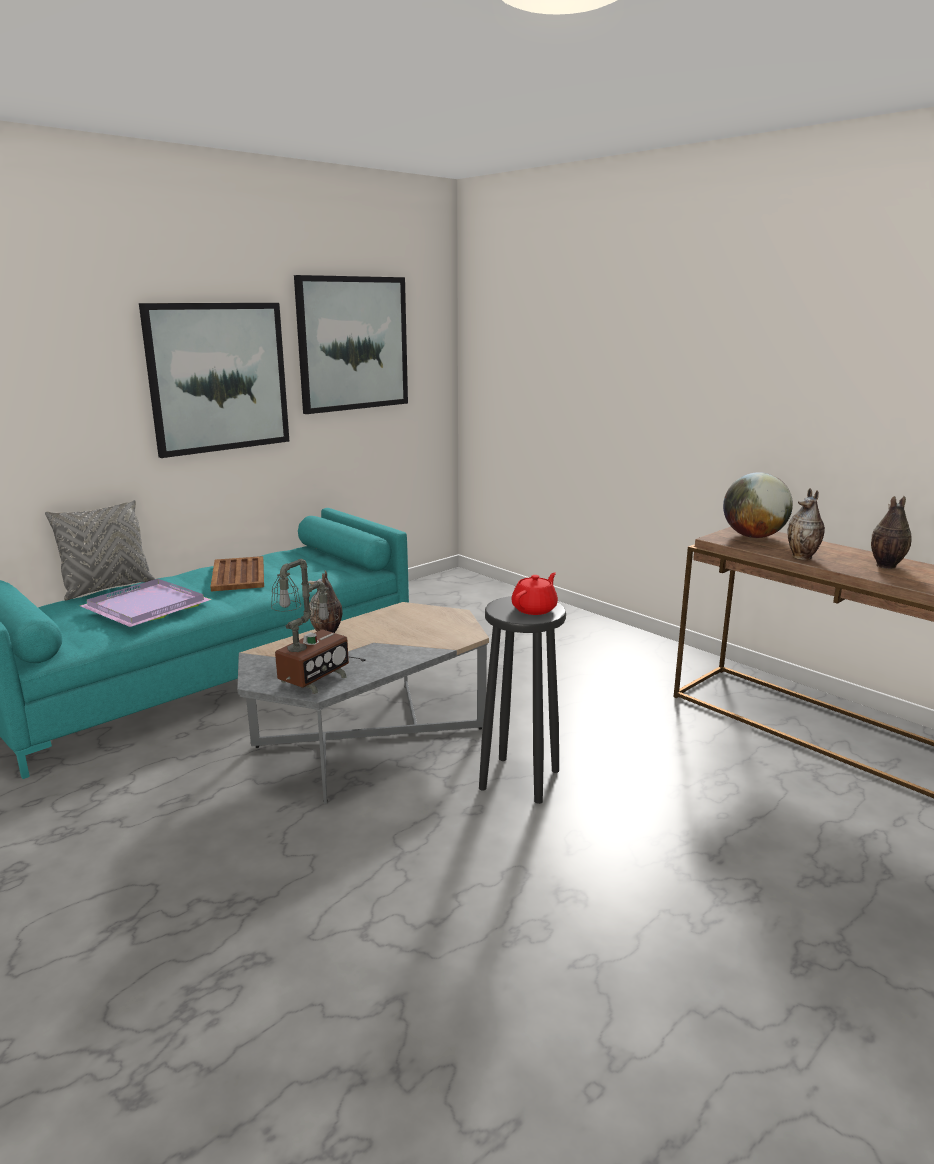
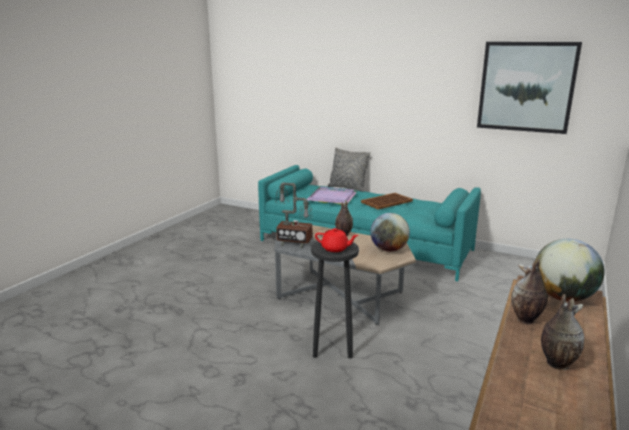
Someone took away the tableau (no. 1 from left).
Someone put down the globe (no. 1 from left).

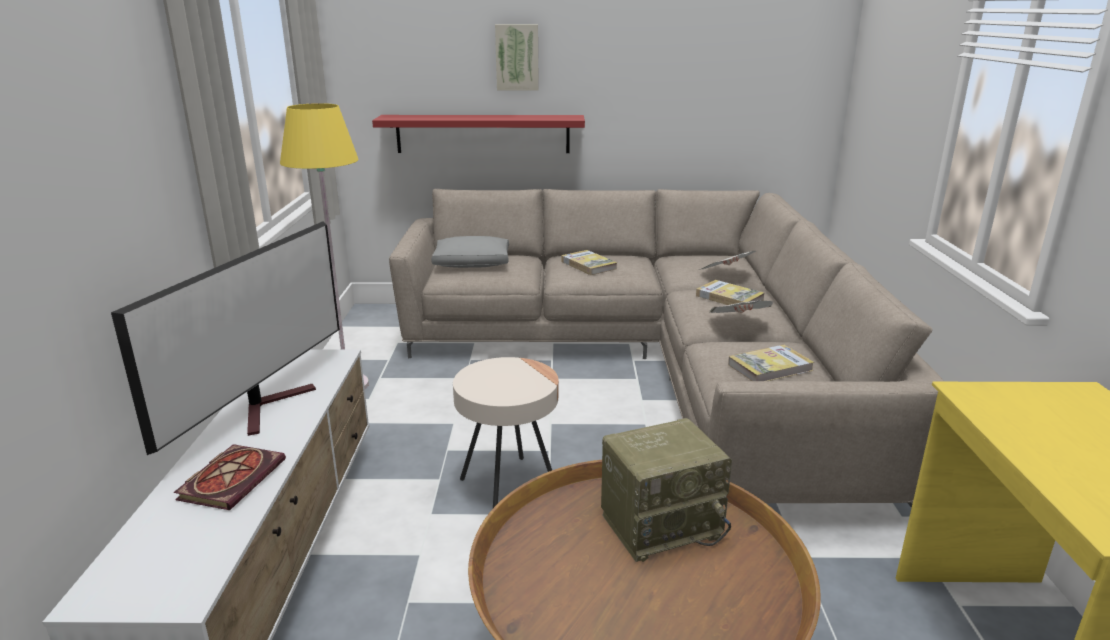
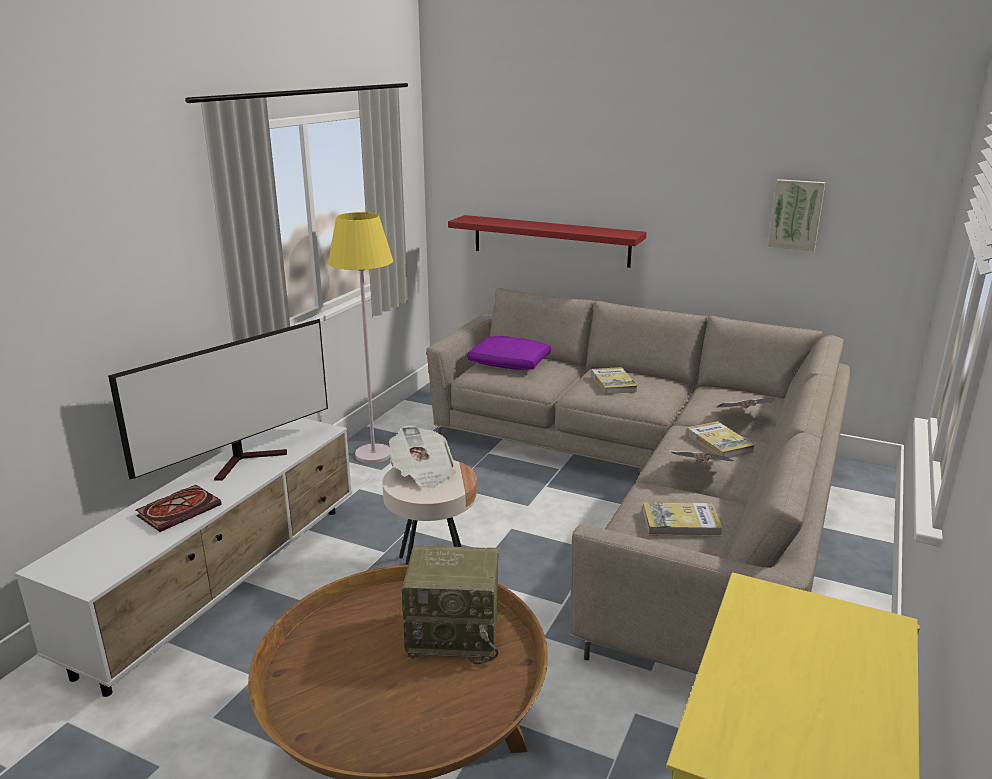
Someone put down the journal (no. 1 from left).
Someone carried the tableau.
Someone repainted the coussin (gris), which became the coussin (violet).

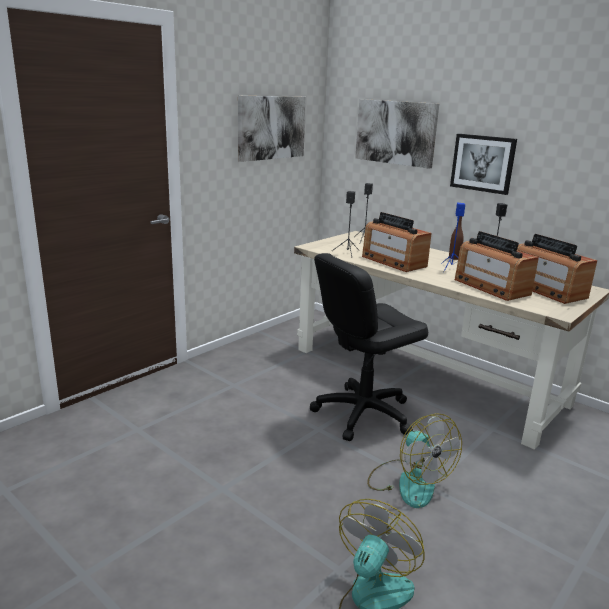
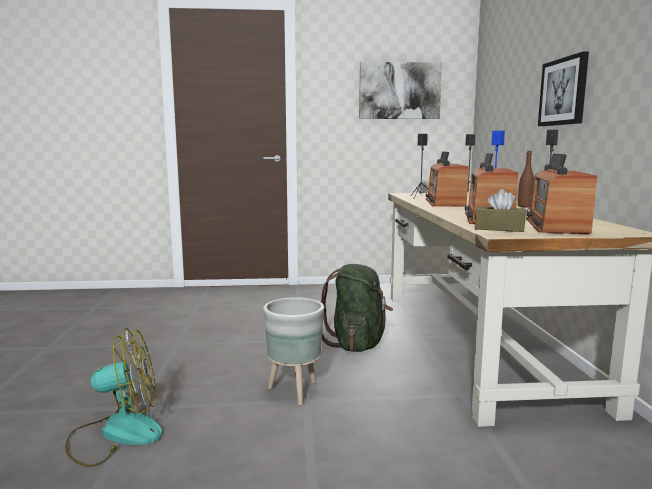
Someone took away the tableau (no. 2 from left).
Someone put down the boîte à mouchoirs (marron).
Someone swapped the chaise de bureau (noir) for the sac à dos (vert).
Someone swapped the ventilateur (no. 2 from left) for the cache-pot (gris).

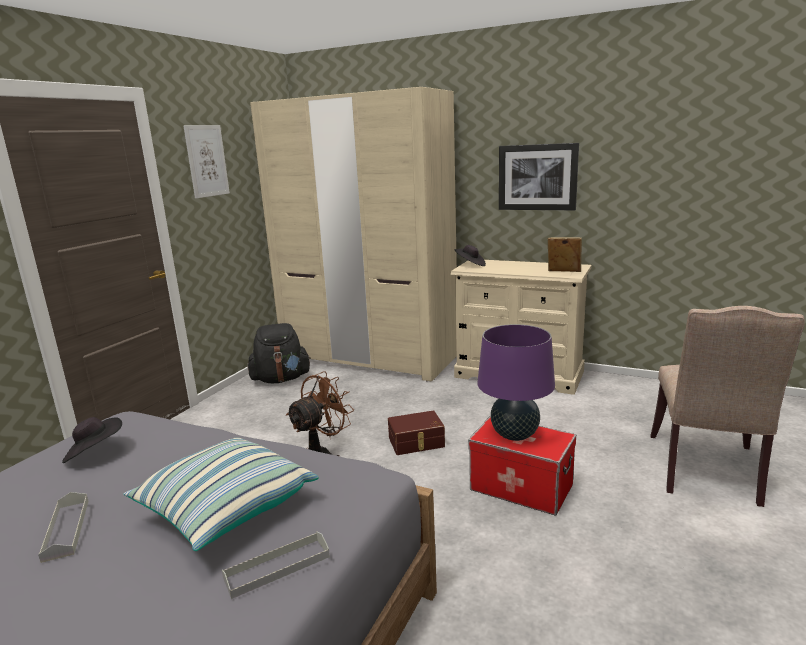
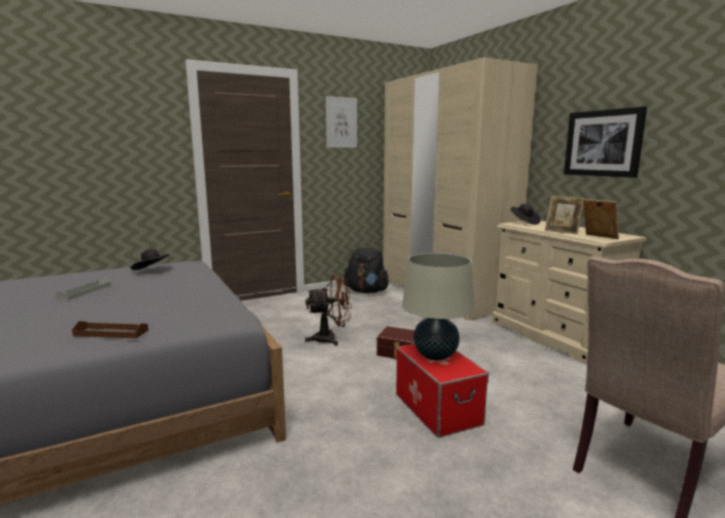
Someone took away the coussin.
Someone put down the cadre photo (no. 1 from left).
Someone repainted the plateau (gris) (no. 2 from left), which became the plateau (marron).
Someone repainted the lampe de table (violet), which became the lampe de table (beige).

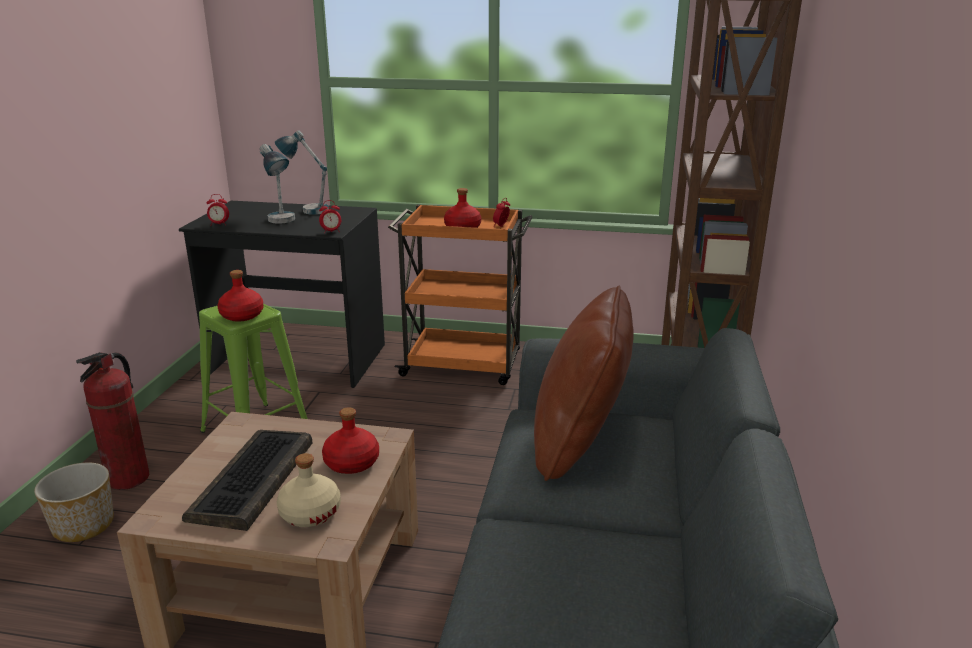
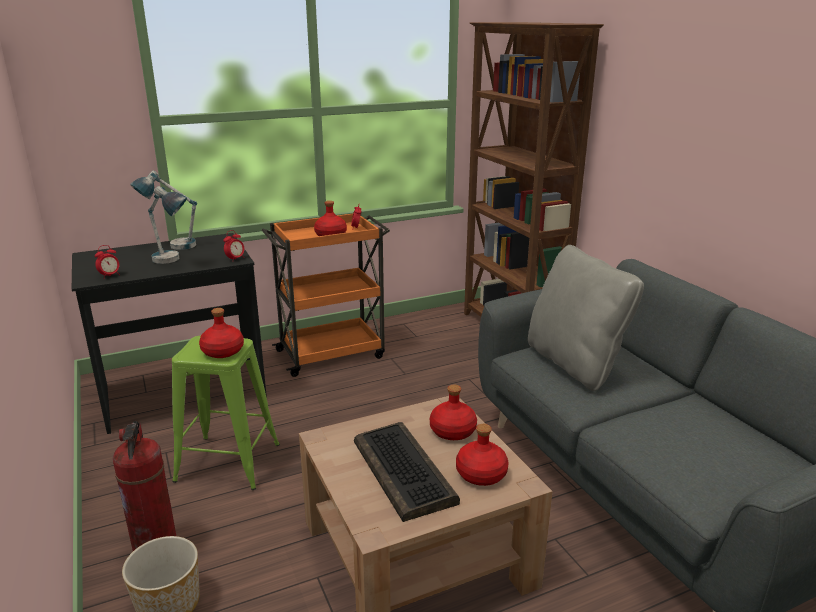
Someone repainted the bouteille (beige), which became the bouteille (rouge) (no. 4 from left).
Someone repainted the coussin (marron), which became the coussin (gris).

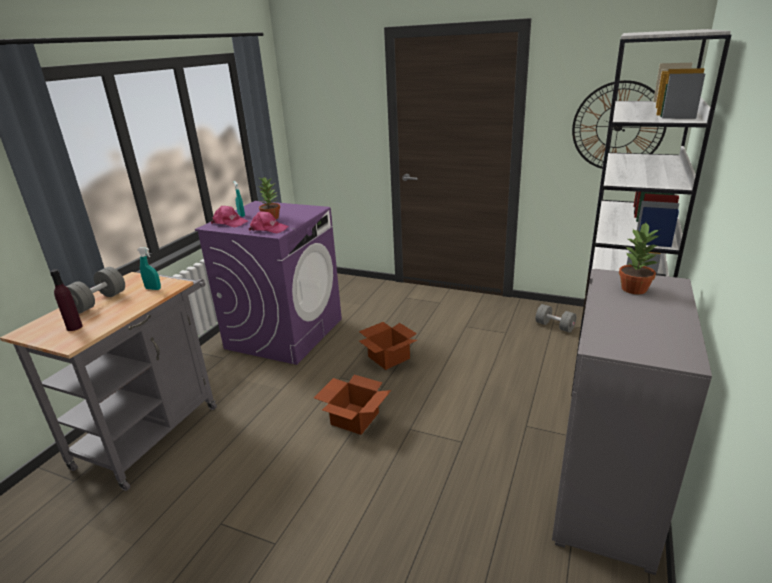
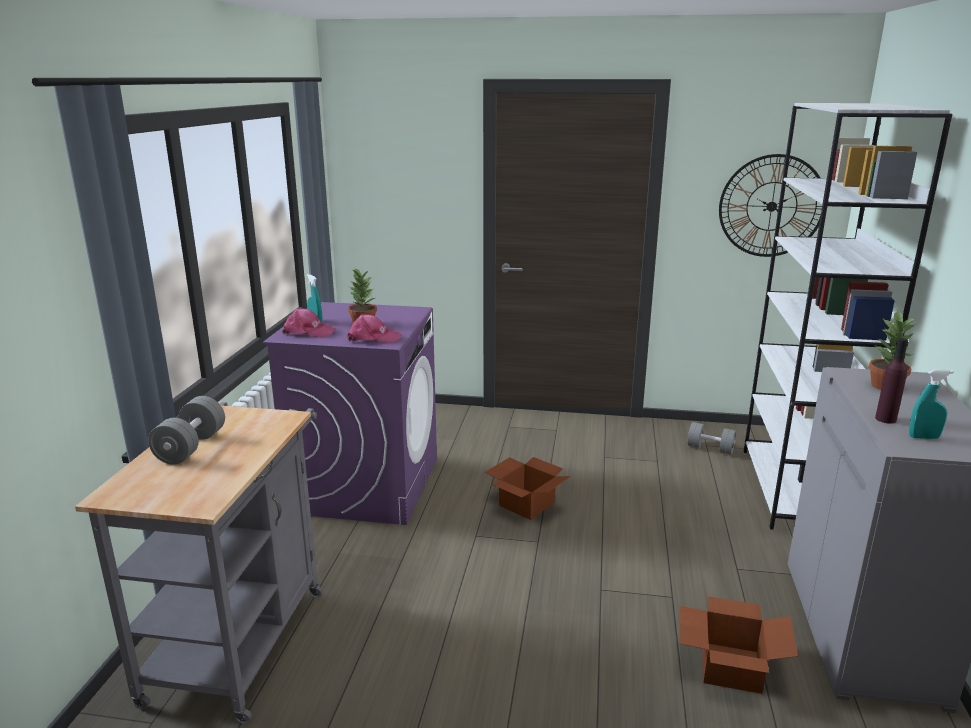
Someone carried the bouteille (violet).
Someone carried the vaporisateur (turquoise) (no. 1 from left in the first image).
Someone carried the carton (no. 1 from left in the first image).

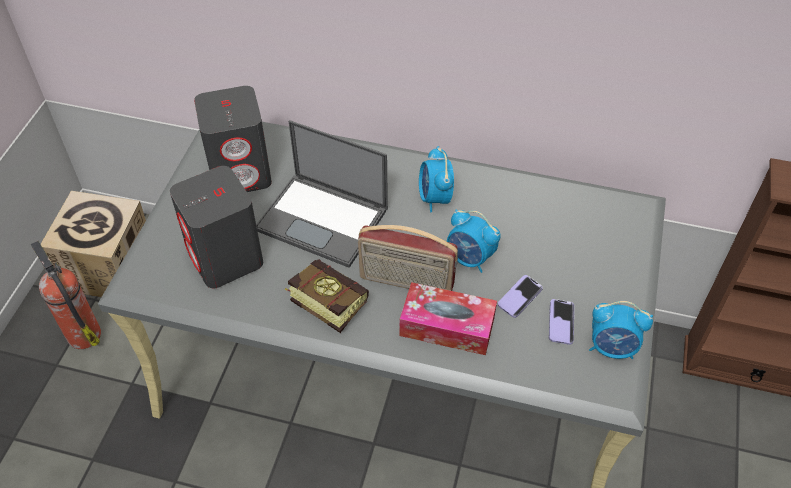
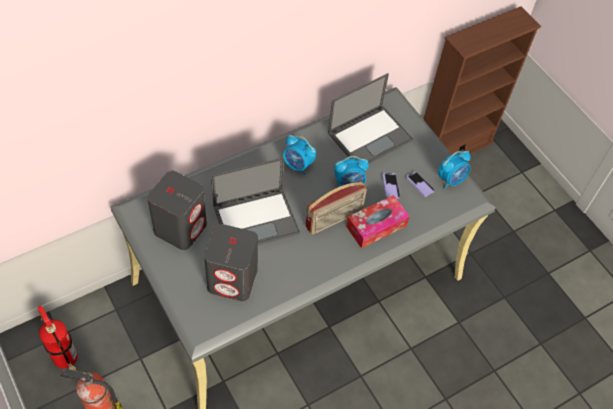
Someone took away the livre.
Someone put down the ordinateur portable (no. 2 from left).
Someone swapped the carton for the extincteur (no. 1 from left).

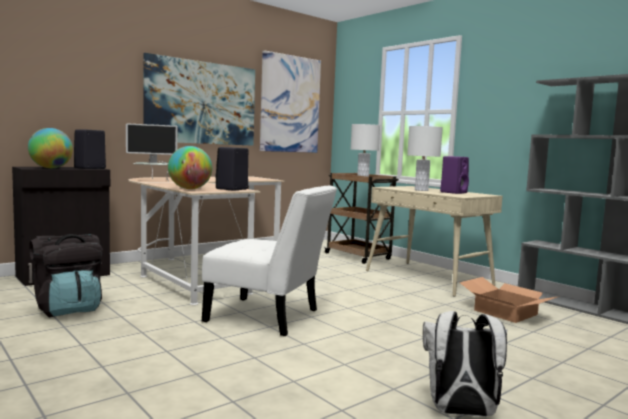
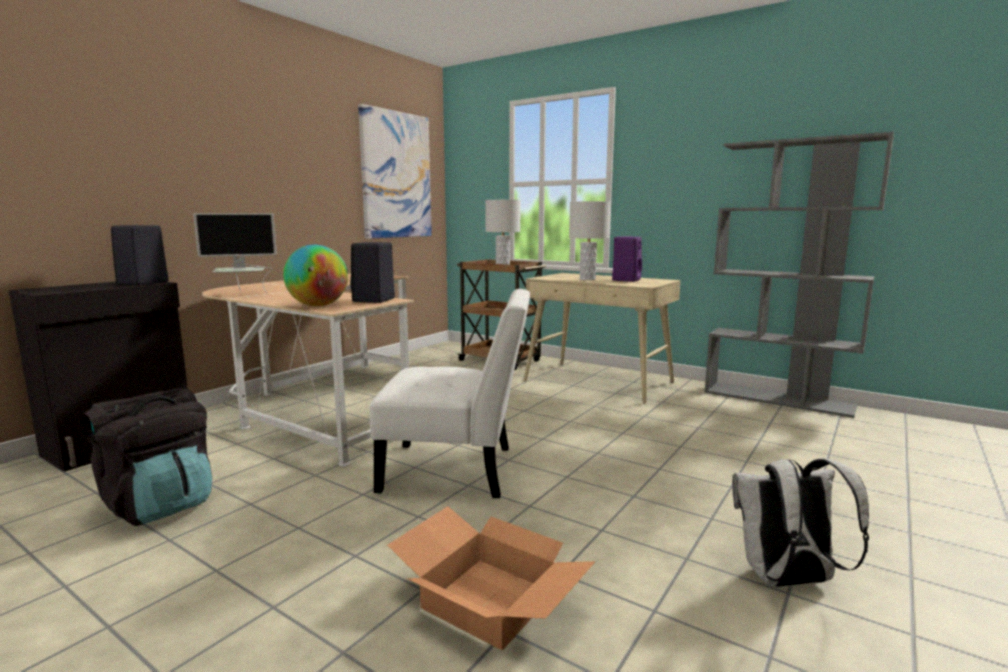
Someone took away the globe (no. 1 from left).
Someone took away the tableau (no. 1 from left).
Someone carried the carton.

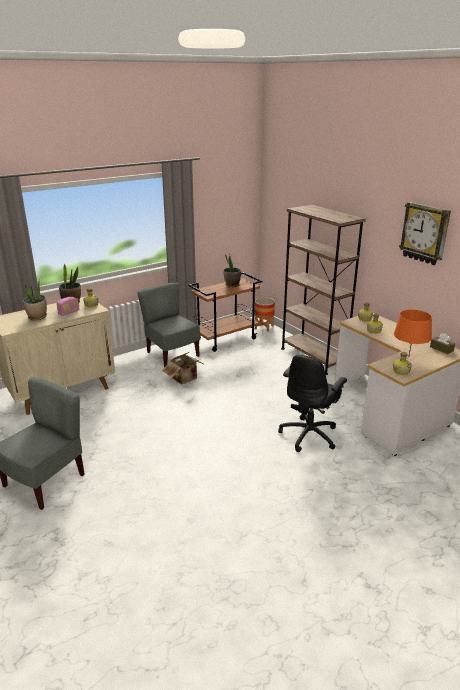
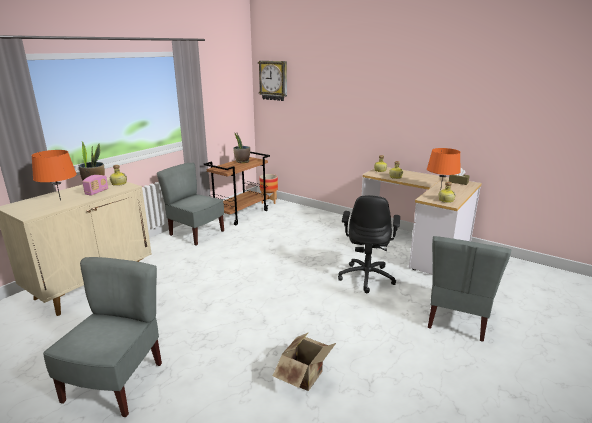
Someone took away the bibliothèque (marron).
Someone put down the chaise (gris) (no. 3 from left).
Someone carried the carton.
Someone carried the horloge murale.
Someone swapped the plante en pot (no. 1 from left) for the lampe de table (orange) (no. 1 from left).

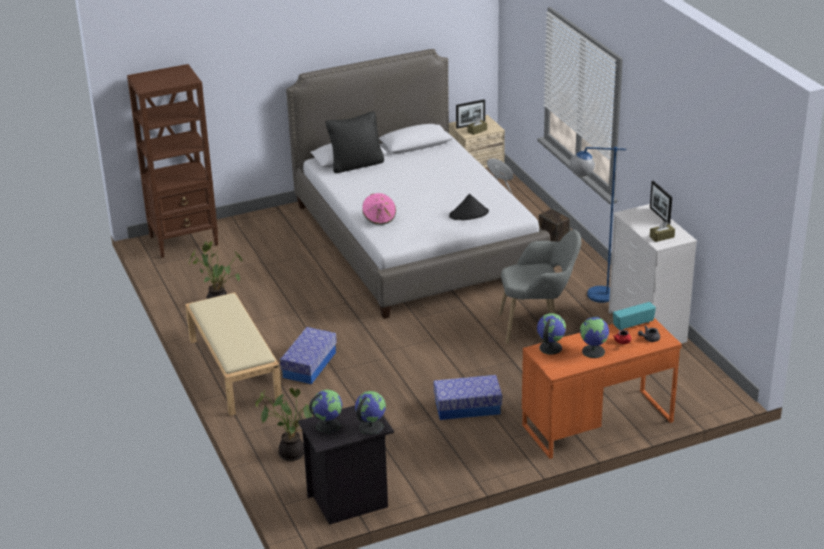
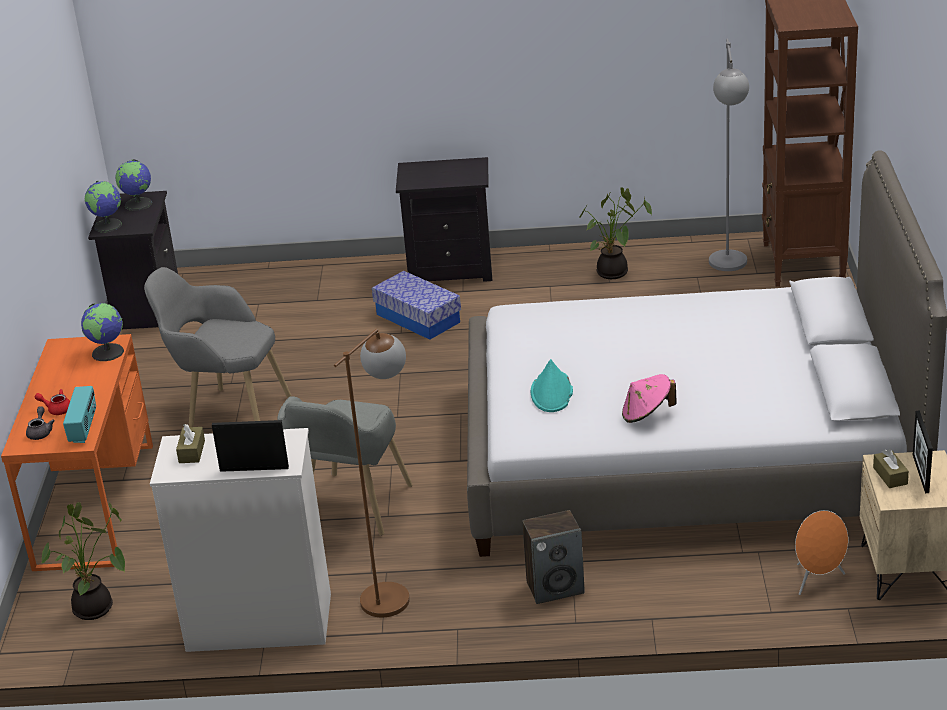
Someone took away the coussin (noir).
Someone took away the globe (no. 4 from left).
Someone put down the lampadaire (gris).
Someone carried the plante en pot (no. 2 from left in the first image).
Someone carried the chapeau (rose).
Someone swapped the banc (beige) for the table de chevet (noir) (no. 2 from left).
Someone swapped the boîte de rangement (no. 2 from left) for the fauteuil (gris) (no. 1 from left).
Someone repainted the chapeau (noir), which became the chapeau (turquoise).
Someone repainted the lampadaire (bleu), which became the lampadaire (marron).

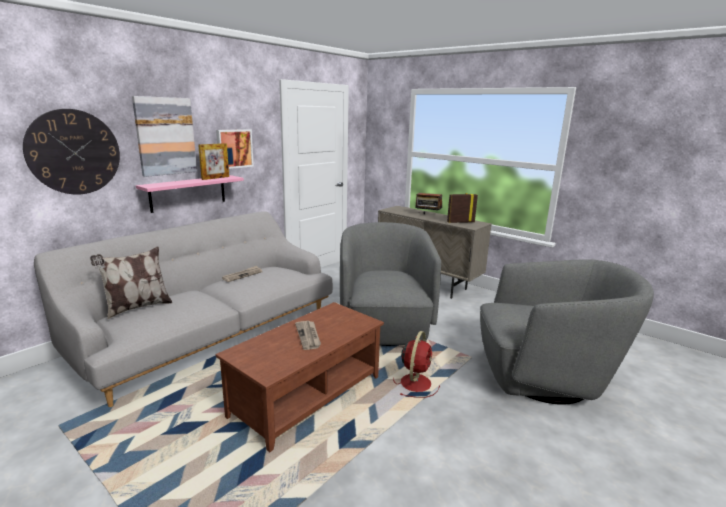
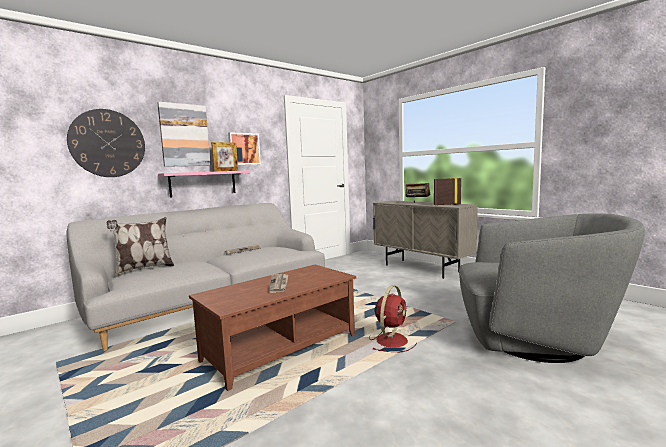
Someone took away the fauteuil (gris) (no. 1 from left).

